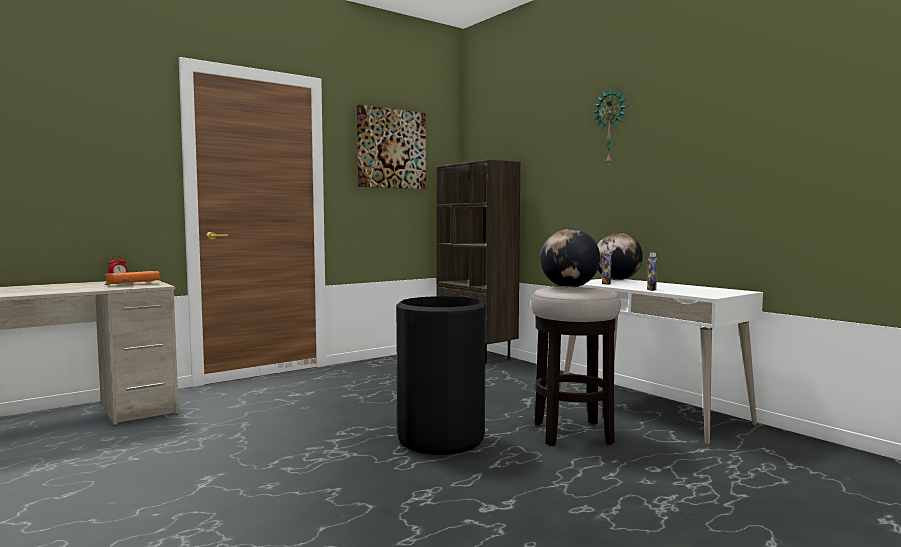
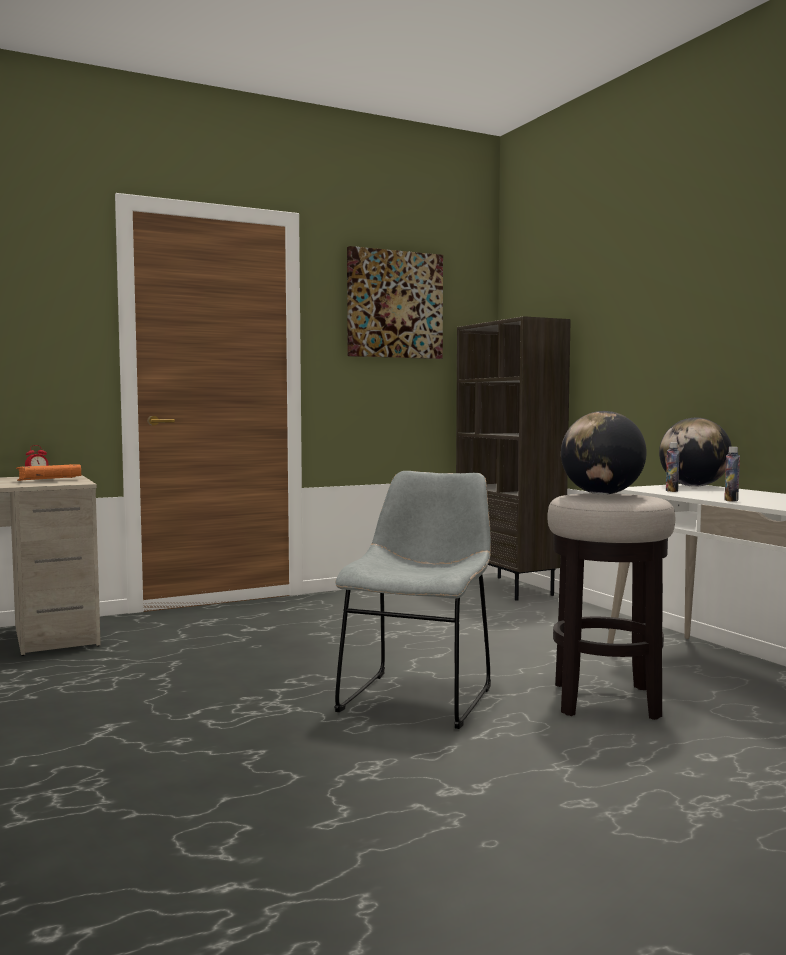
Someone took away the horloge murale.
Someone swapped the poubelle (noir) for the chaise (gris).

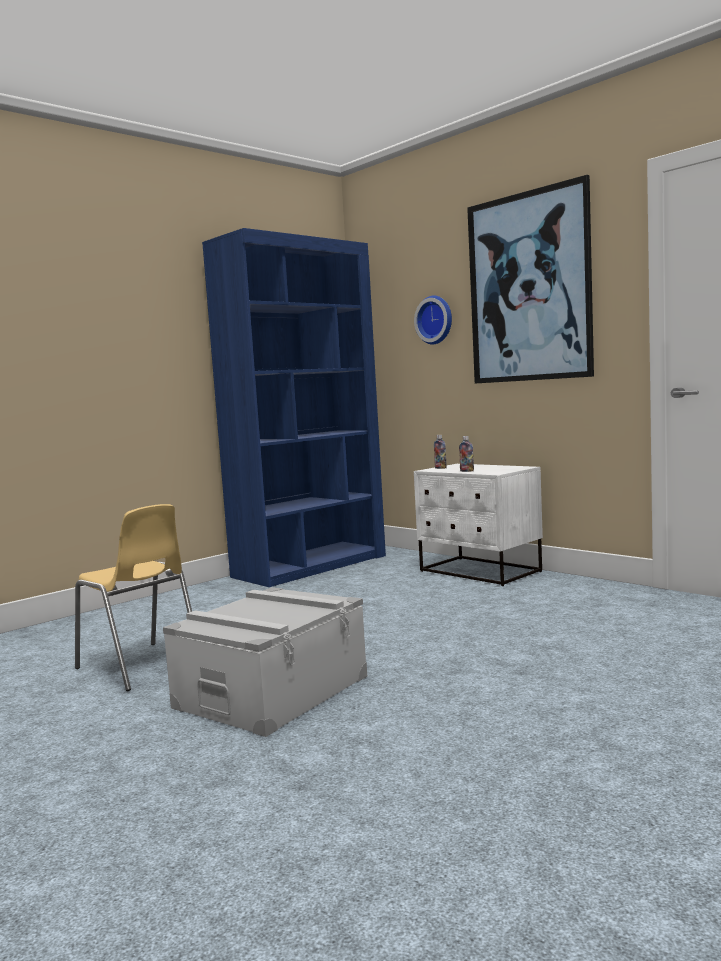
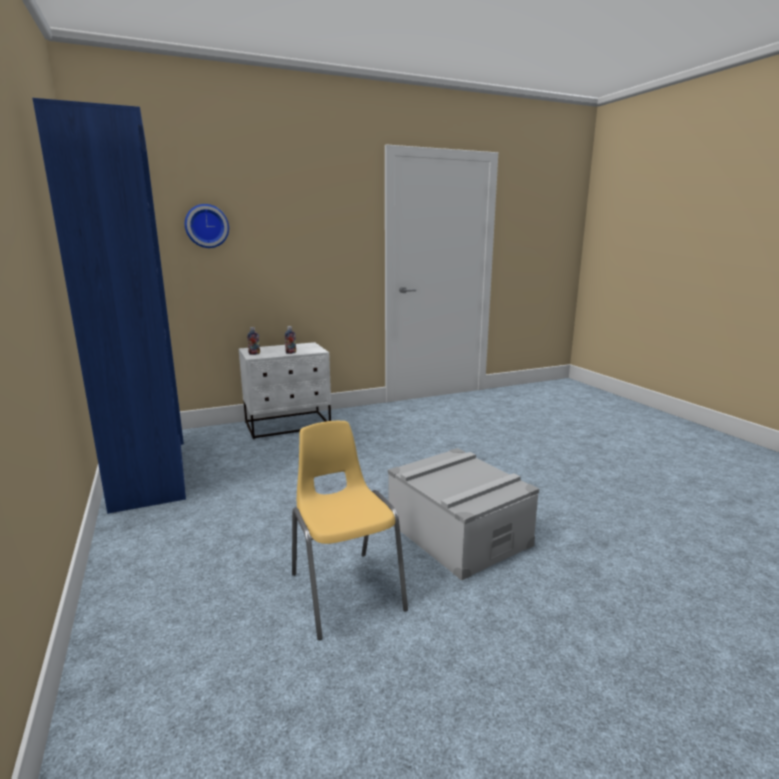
Someone took away the tableau.
Someone rotated the chaise (jaune) by 90 degrees counterclockwise.

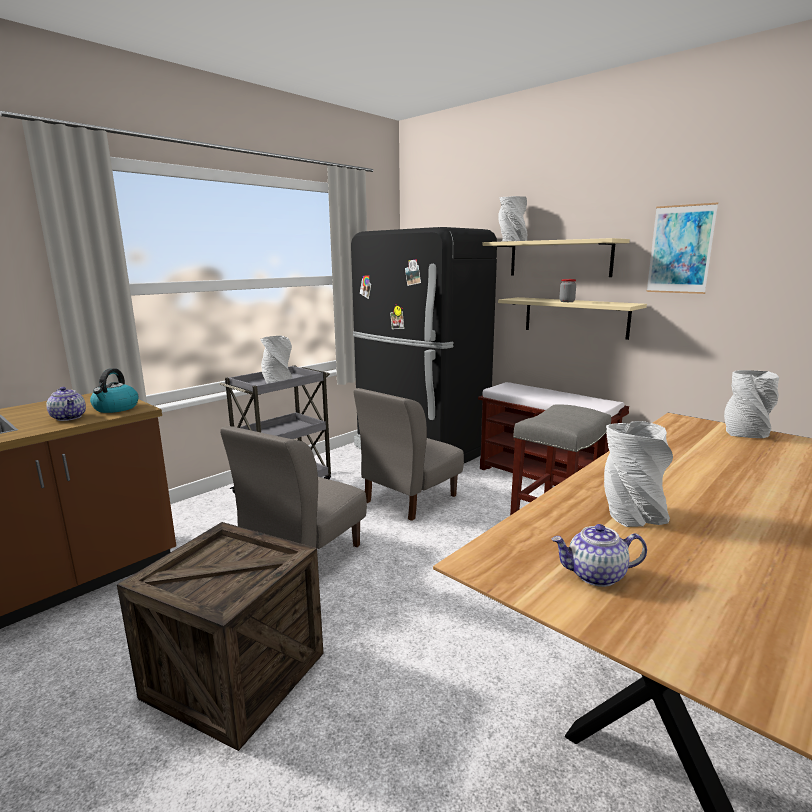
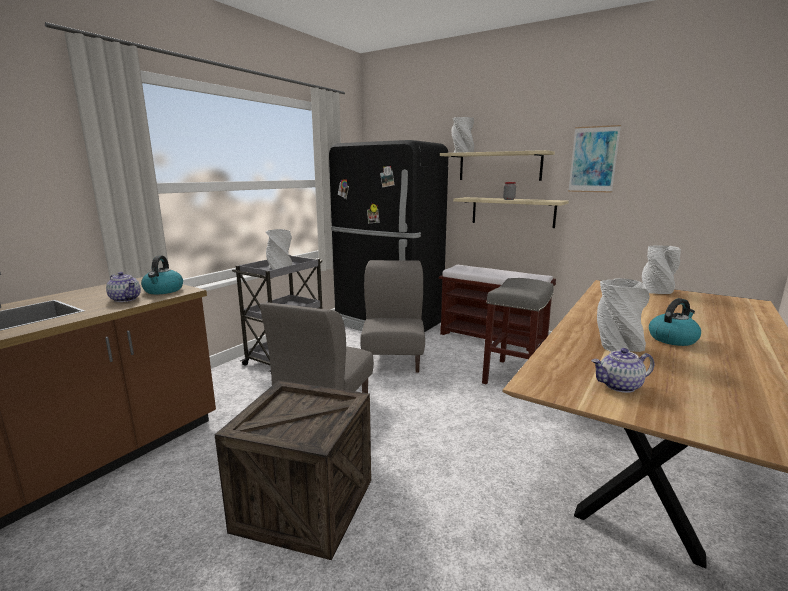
Someone put down the bouilloire (no. 2 from left).
Someone rotated the chaise (gris) (no. 2 from left) by 150 degrees clockwise.

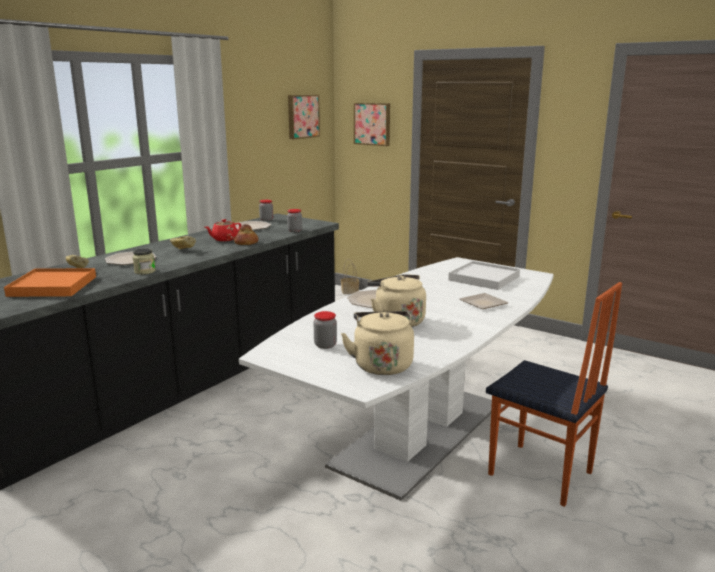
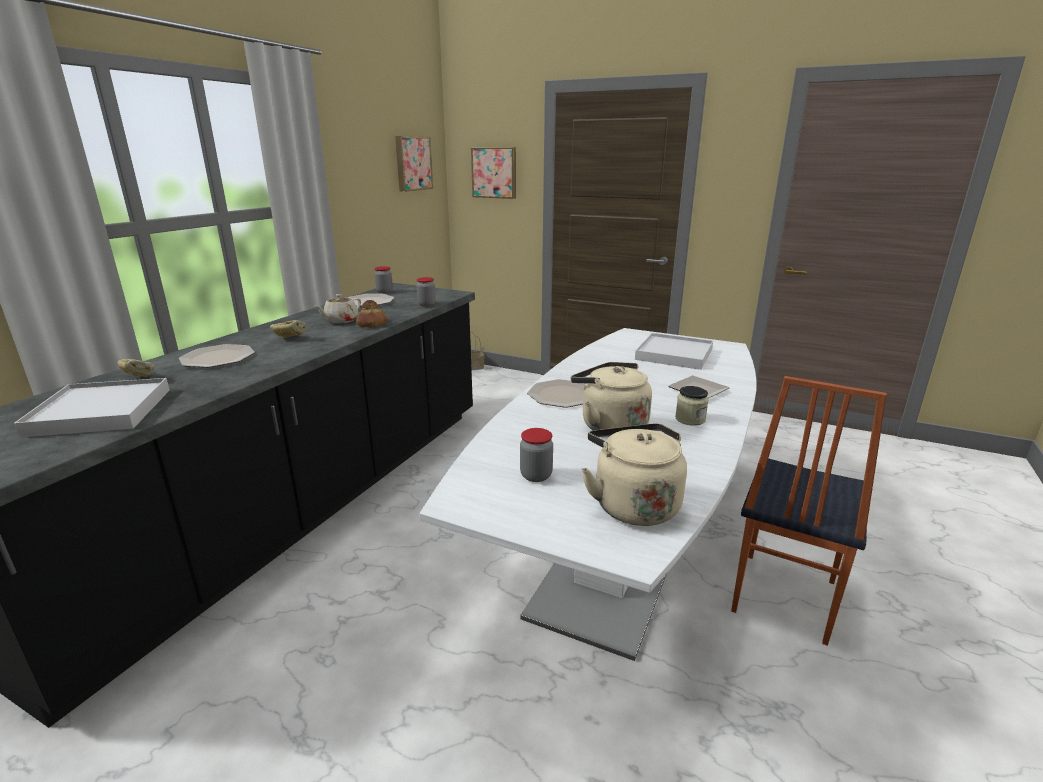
Someone carried the bocal (no. 1 from left in the first image).
Someone repainted the plateau (orange), which became the plateau (blanc) (no. 1 from left).
Someone repainted the théière (rouge), which became the théière (beige).
Someone rotated the chaise by 90 degrees clockwise.

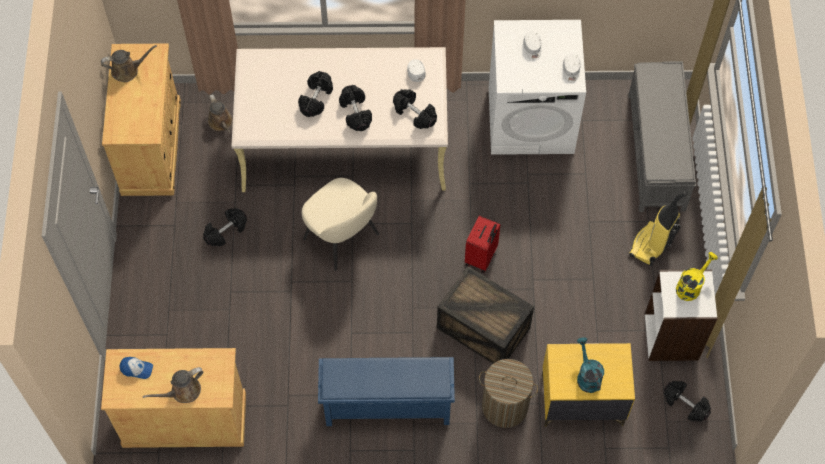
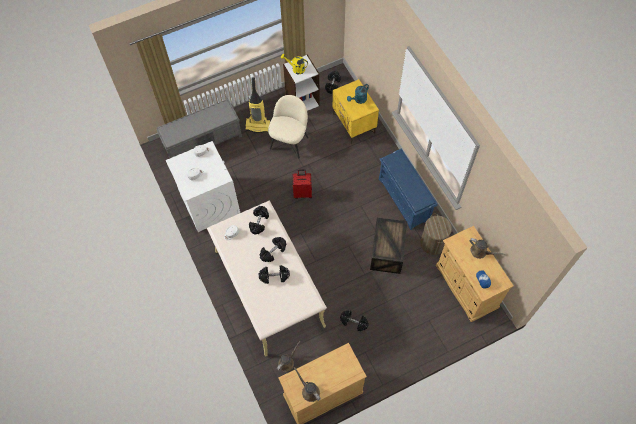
Someone carried the chaise (beige).
Someone carried the caisse.
Someone carried the panier à linge.

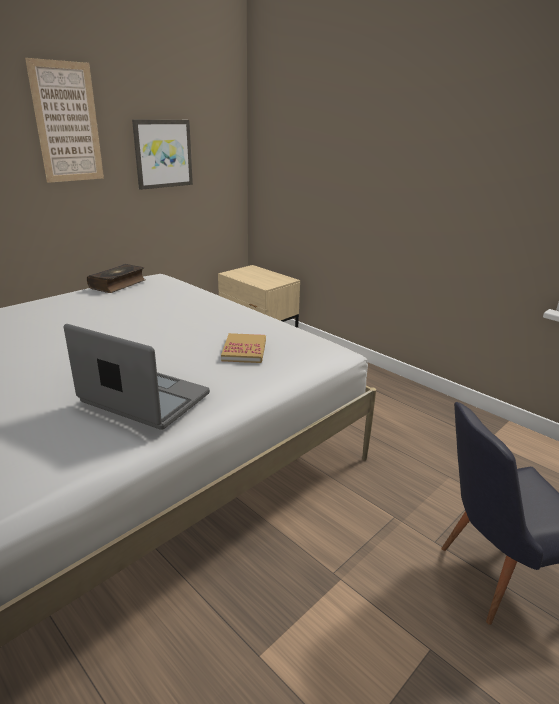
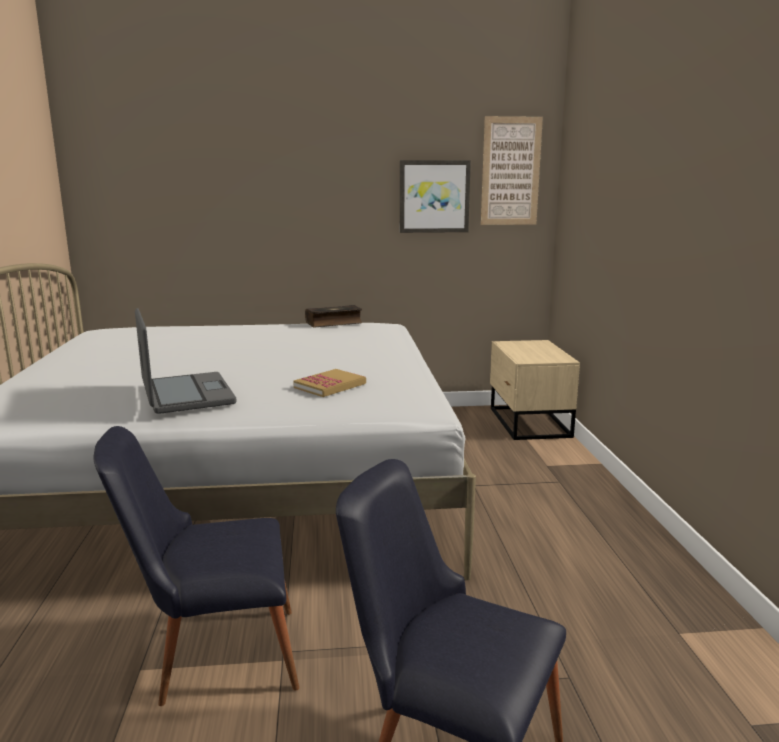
Someone put down the chaise (noir) (no. 1 from left).
Someone carried the tableau (no. 1 from left in the first image).

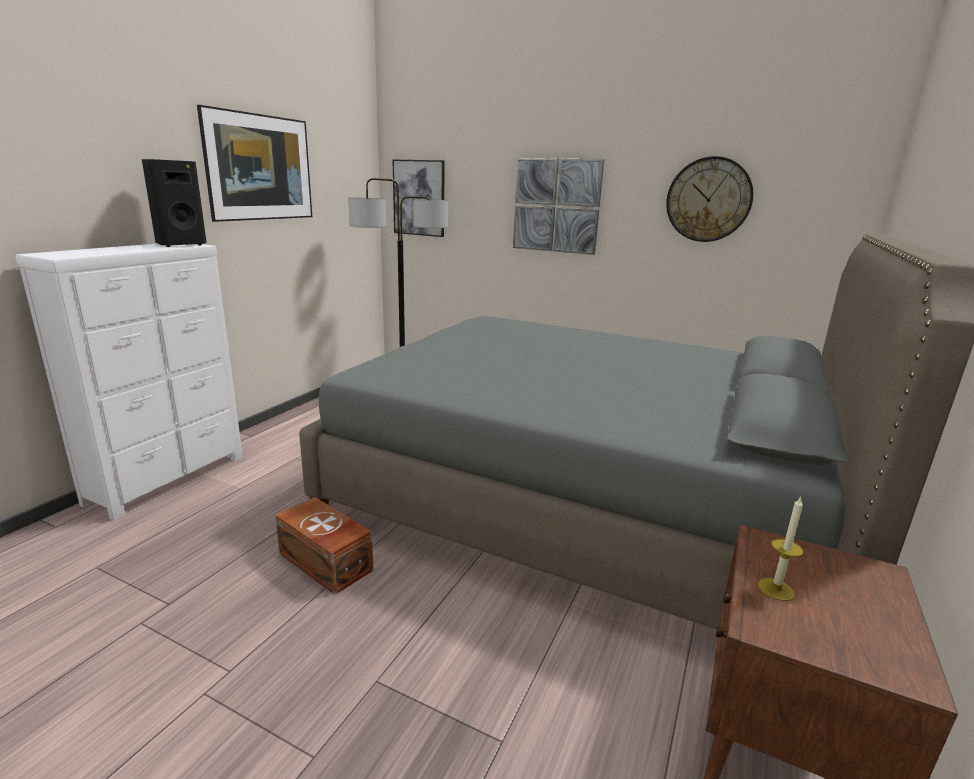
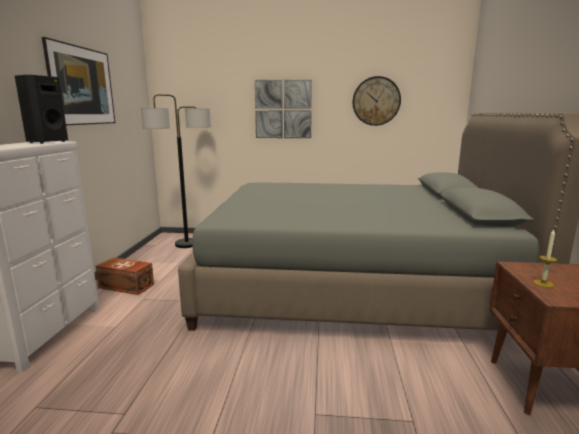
Someone took away the tableau (no. 2 from left).
Someone carried the boîte de rangement (marron).

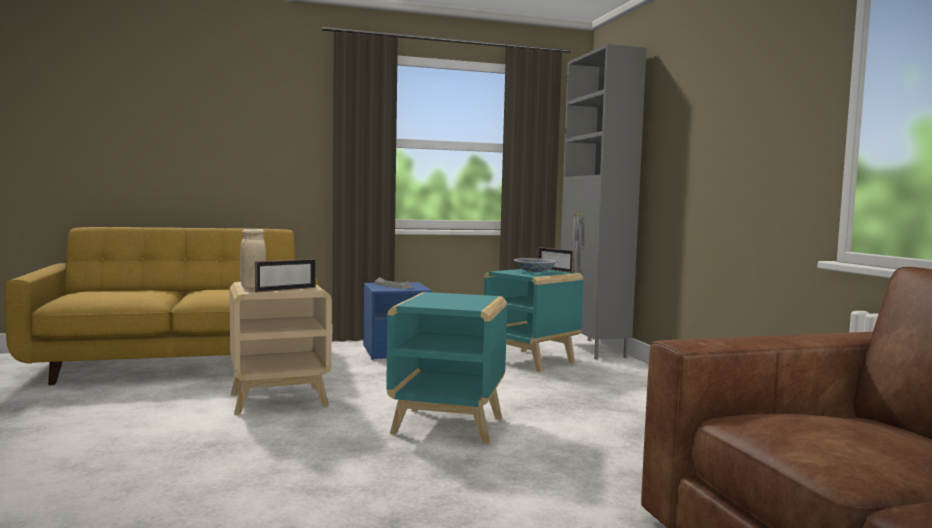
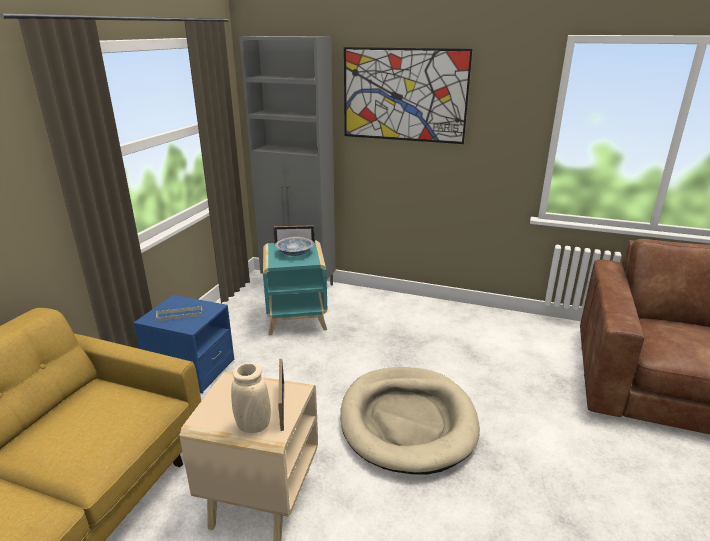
Someone put up the tableau.
Someone swapped the table d'appoint (turquoise) (no. 1 from left) for the panier pour chien (beige).

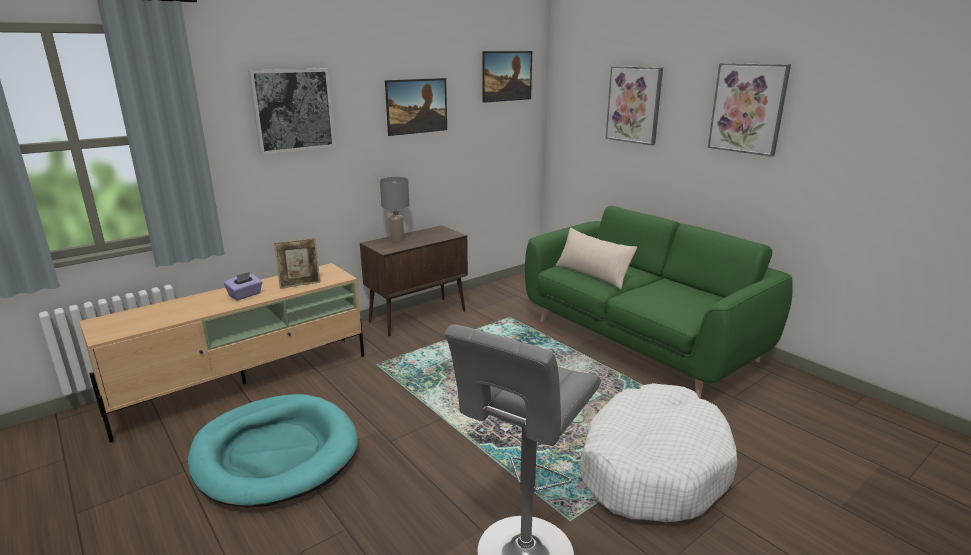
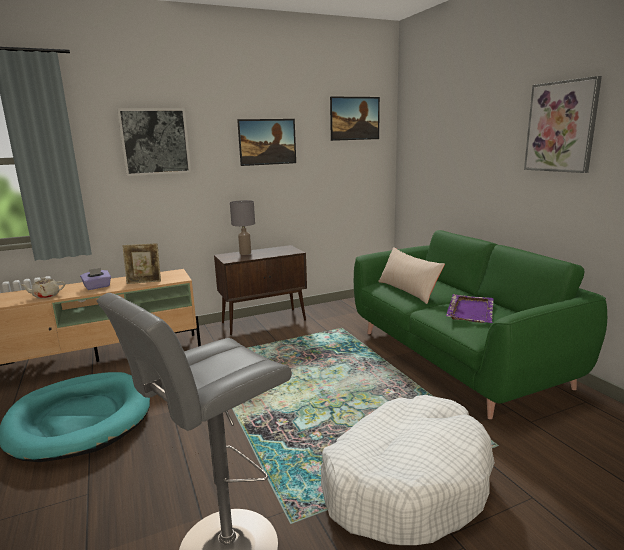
Someone took away the tableau (no. 4 from left).
Someone put down the théière (beige).
Someone put down the plateau (violet).

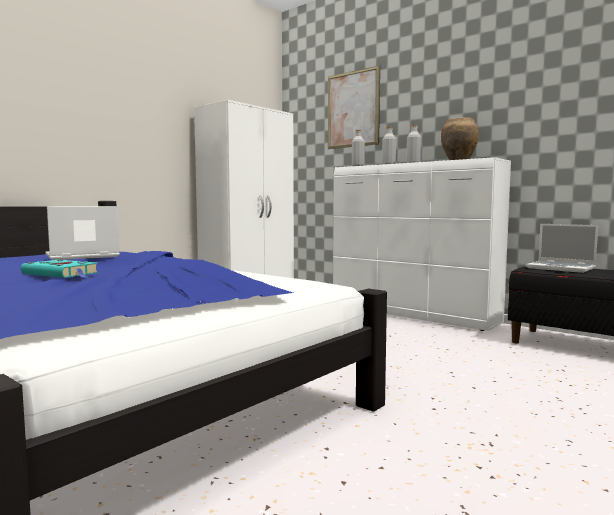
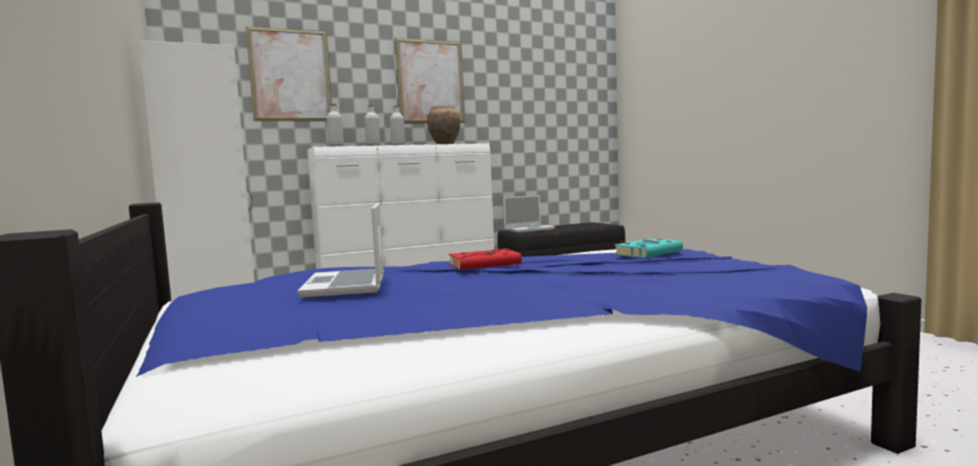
Someone put up the tableau (no. 2 from left).
Someone put down the livre (rouge).
Someone carried the livre (turquoise).

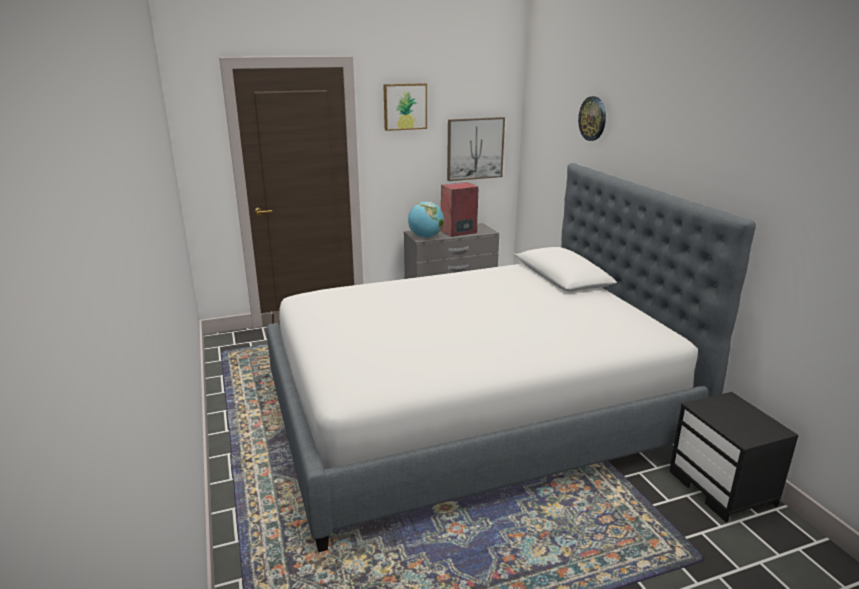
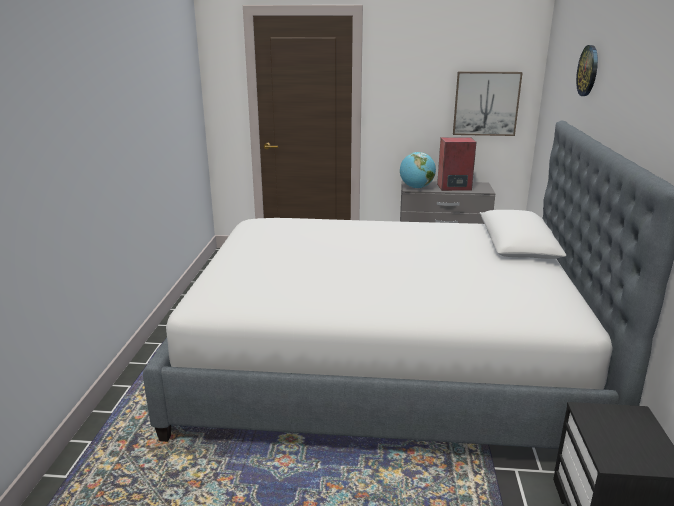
Someone took away the tableau (no. 1 from left).

